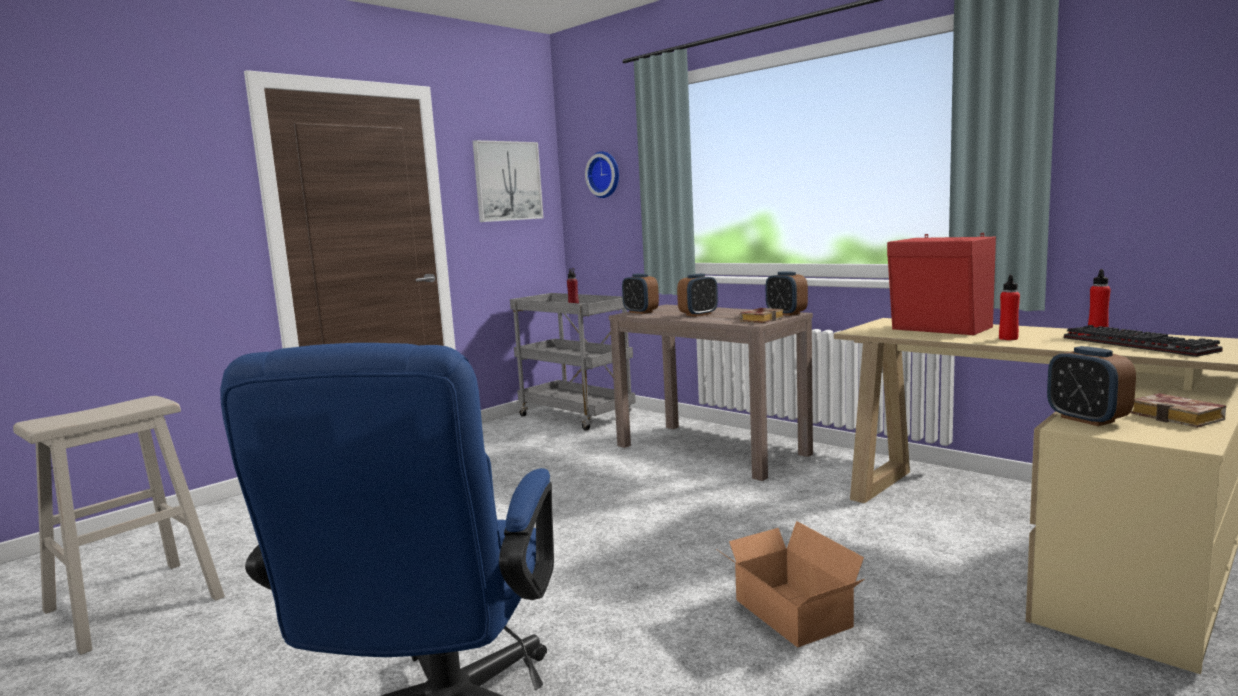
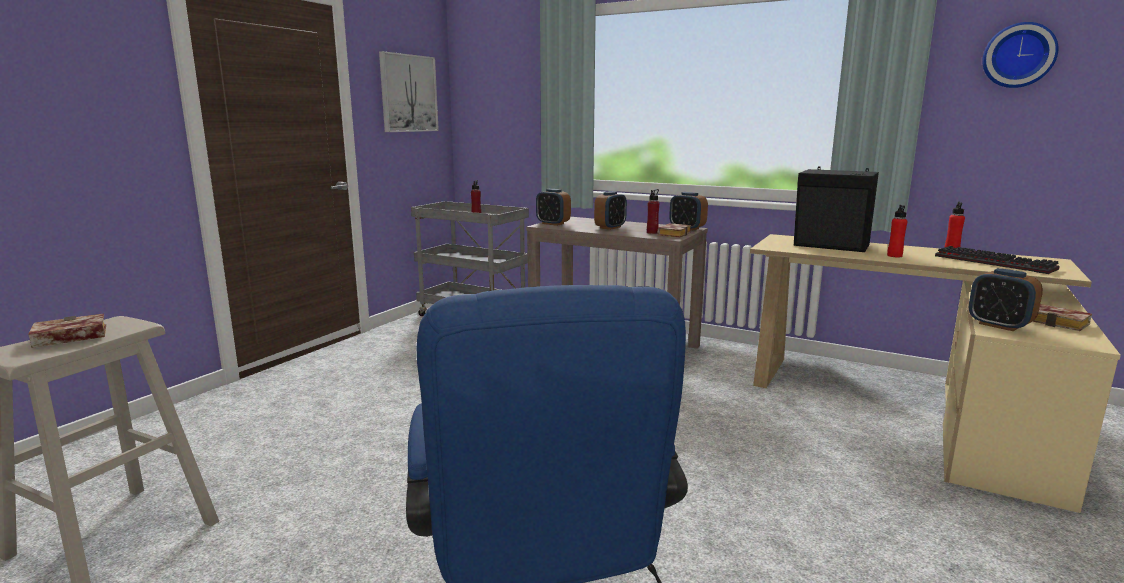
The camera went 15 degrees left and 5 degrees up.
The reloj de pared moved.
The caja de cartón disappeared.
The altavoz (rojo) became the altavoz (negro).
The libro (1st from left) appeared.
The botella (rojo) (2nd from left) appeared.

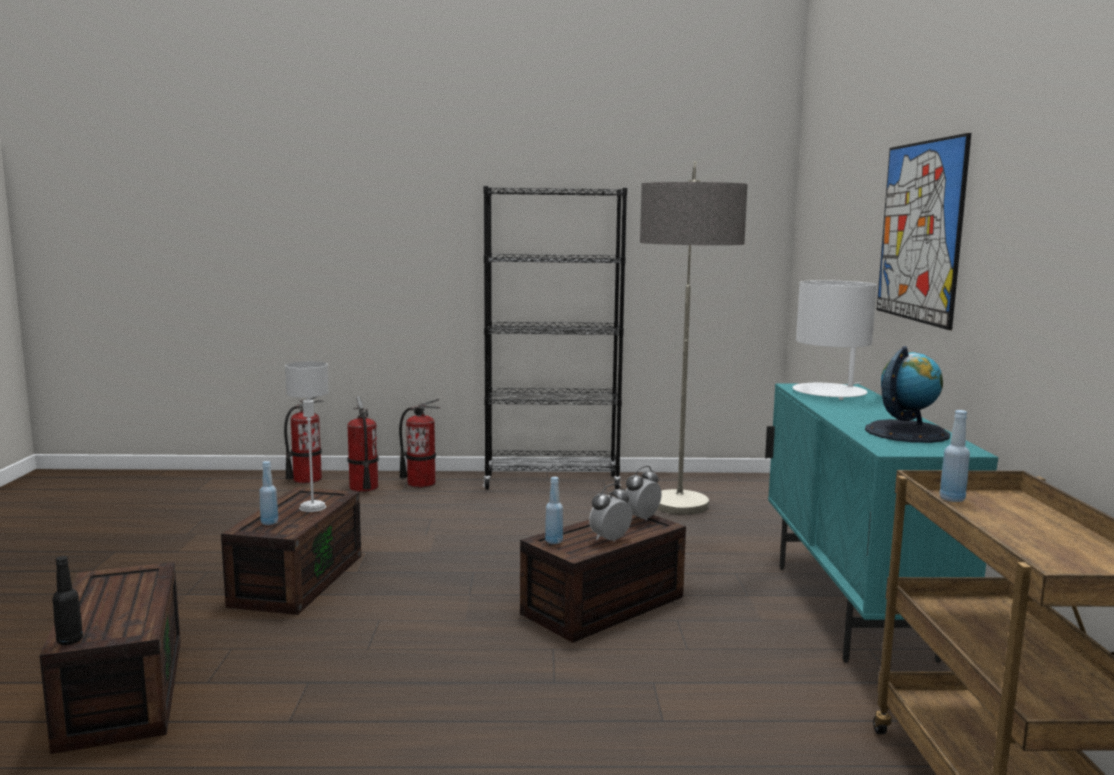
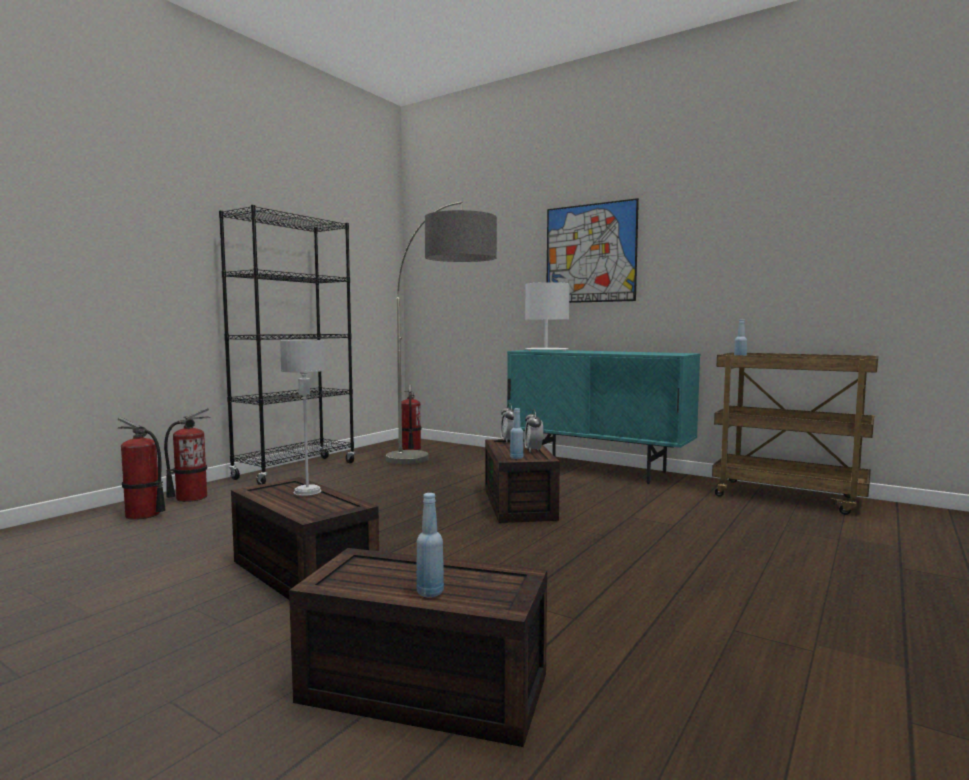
The camera went 55 degrees left and 5 degrees down.
The botella (negro) disappeared.
The botella (azul) (1st from left) moved.
The extintor (1st from left in the first image) moved.
The globo terráqueo disappeared.

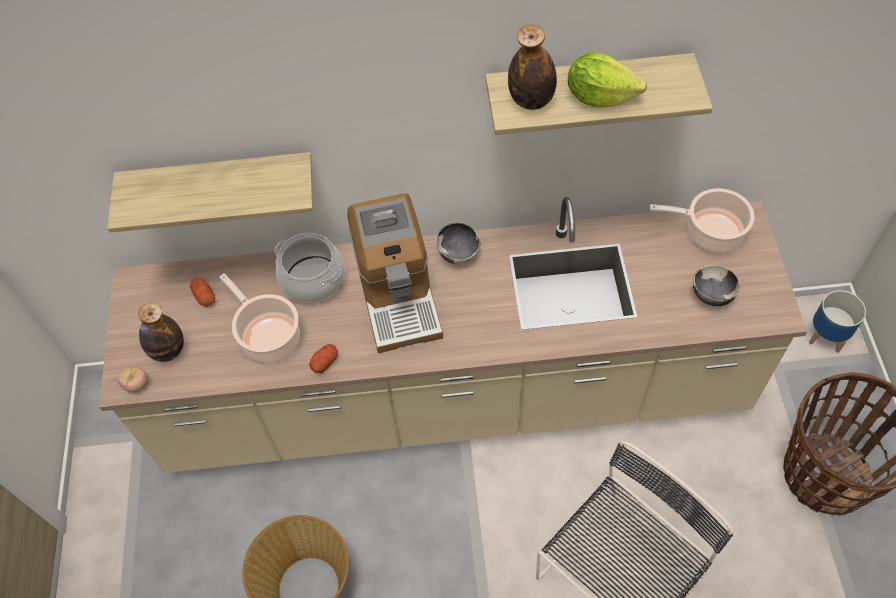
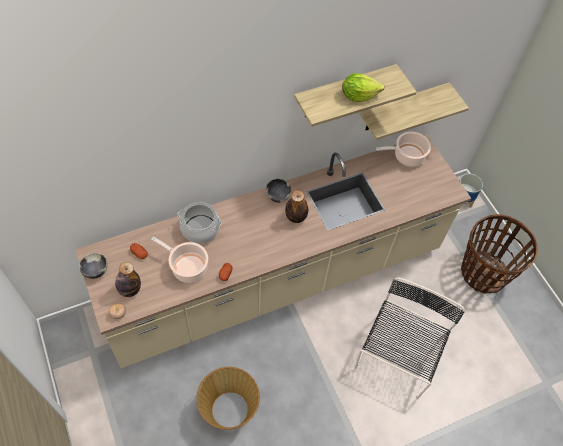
The camera went 25 degrees left and 0 degrees up.
The estante (1st from left in the first image) moved.
The cafetera disappeared.
The botella (2nd from left) moved.
The cuenco (2nd from left in the first image) moved.

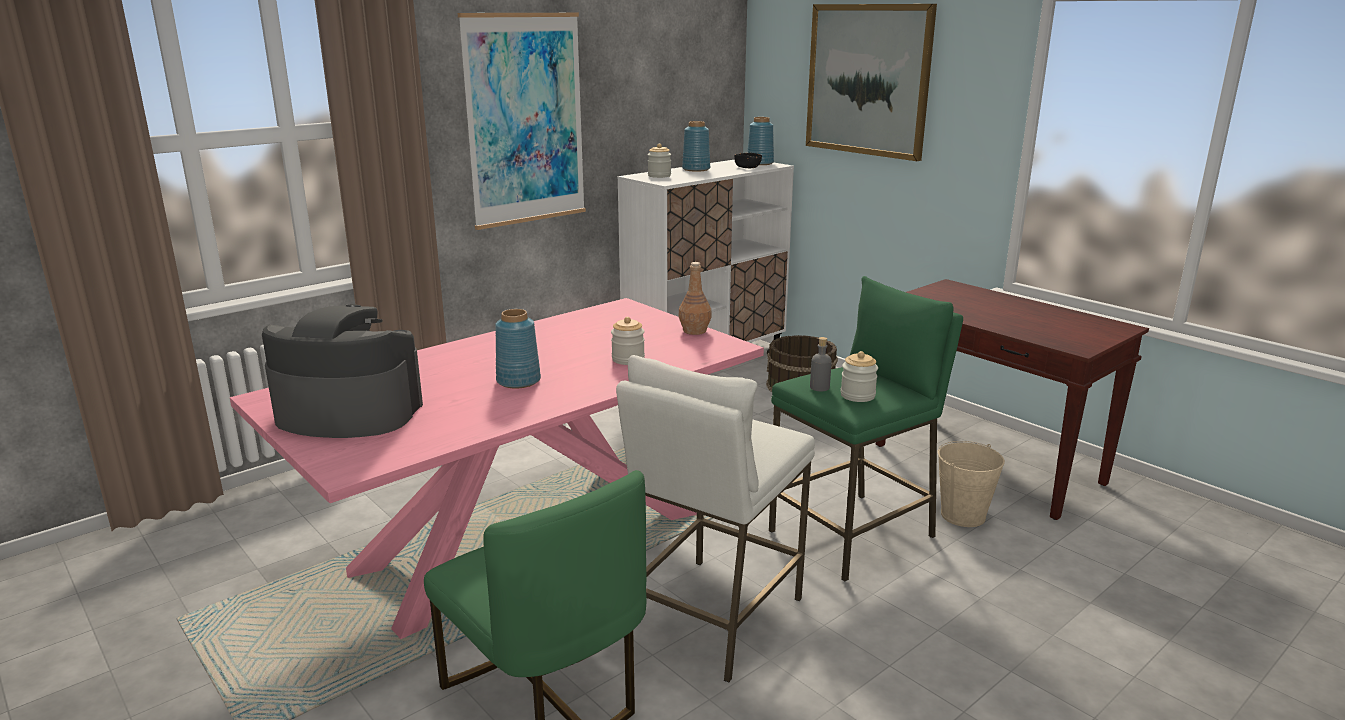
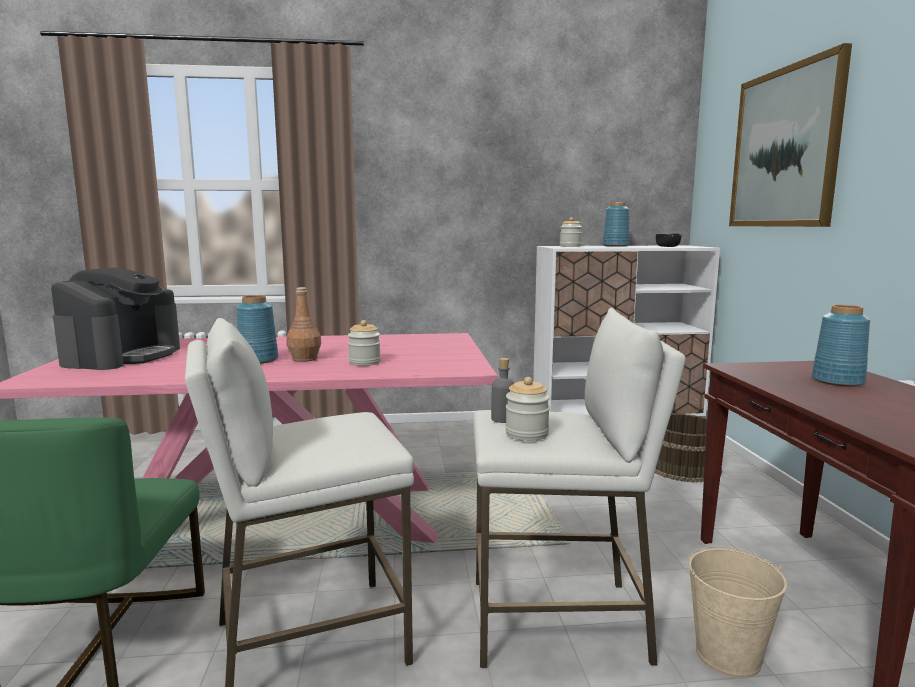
The camera went 35 degrees right and 10 degrees down.
The cafetera turned 60 degrees clockwise.
The cuadro (1st from left) disappeared.
The botella (marrón) moved.
The florero (azul) (3rd from left) moved.
The taburete (verde) became the taburete (blanco) (2nd from left).

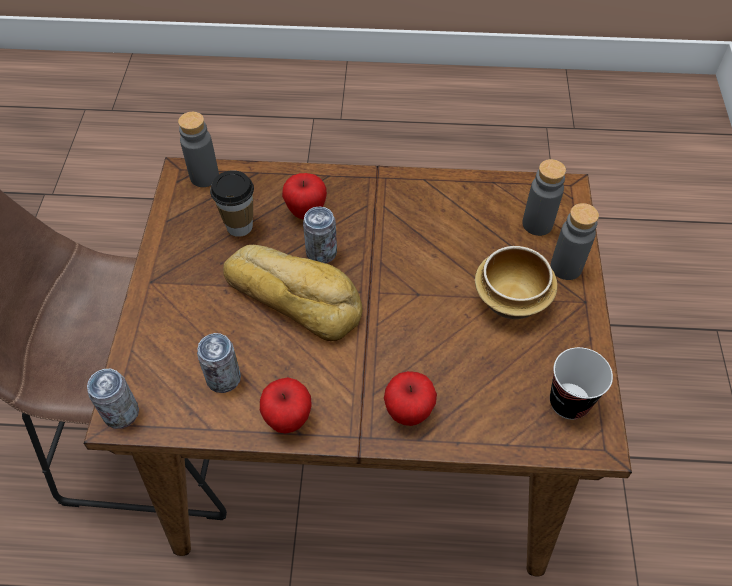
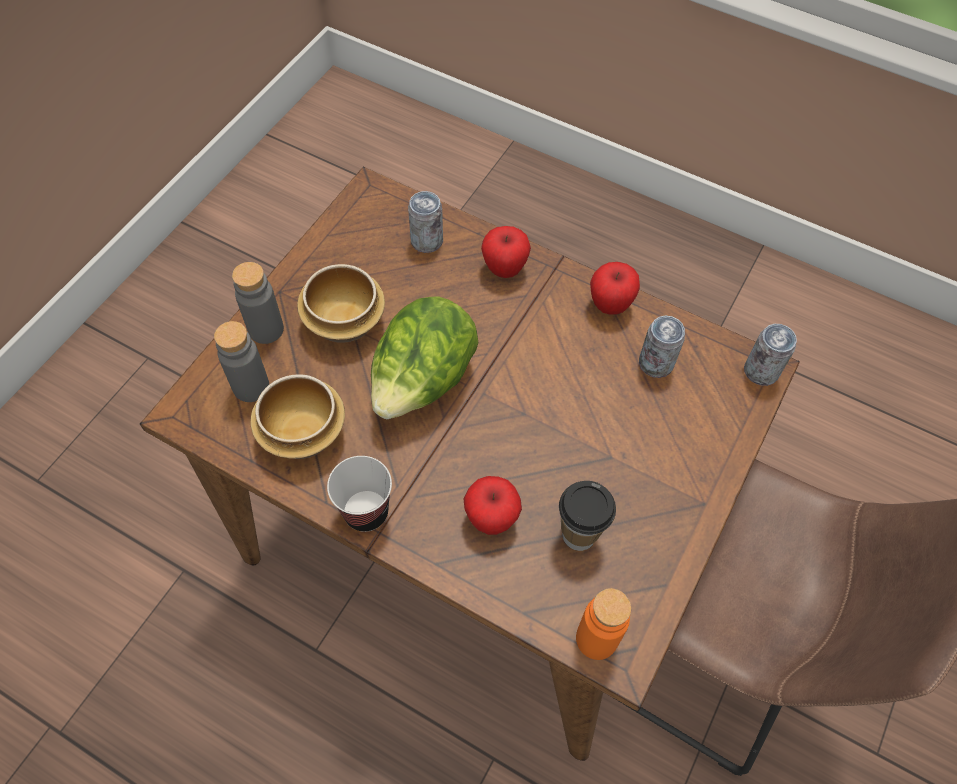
The camera went 155 degrees left and 5 degrees up.
The botella (gris) (1st from left) became the botella (naranja).
The pan disappeared.
The lata (3rd from left in the first image) moved.
The taza (2nd from left in the first image) moved.
The cuenco (1st from left) appeared.
The lechuga appeared.

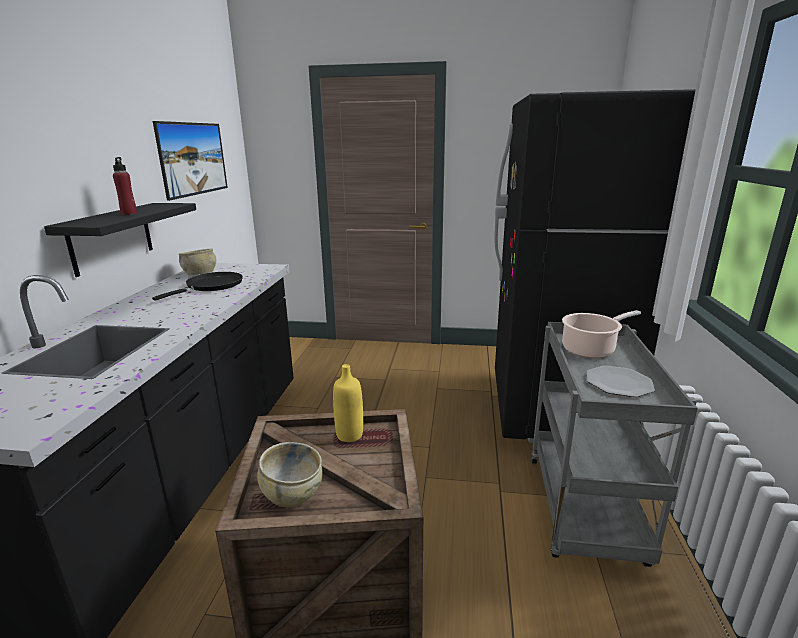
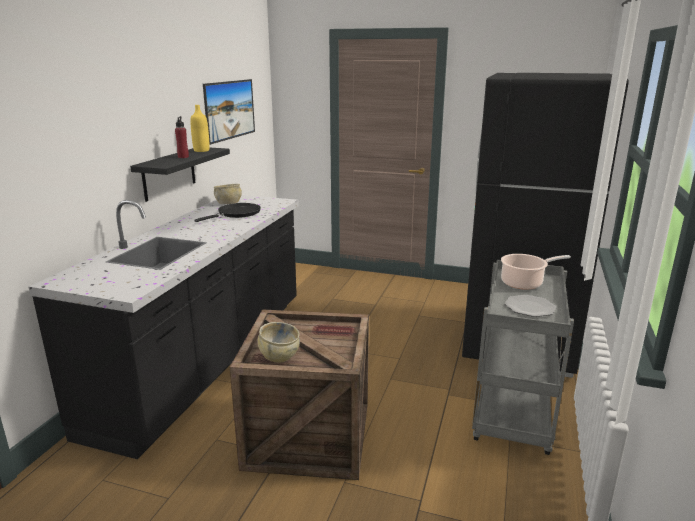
The camera went 10 degrees right and 0 degrees up.
The botella (amarillo) moved.

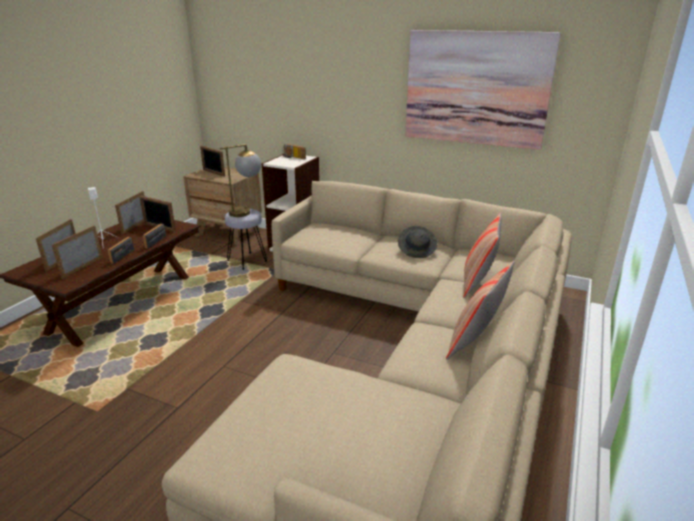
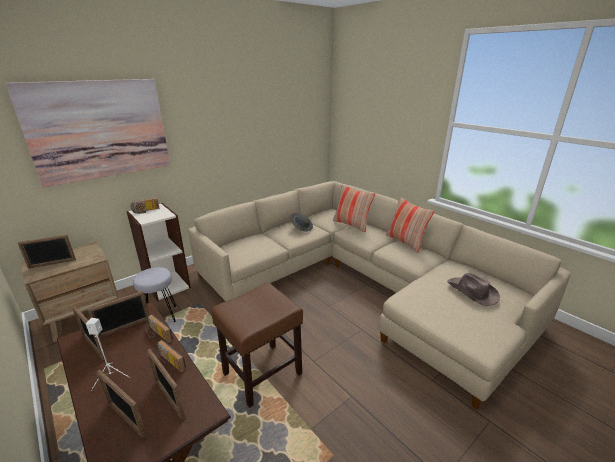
The camera went 65 degrees left and 0 degrees up.
The lámpara de mesa disappeared.
The cuadro moved.
The taburete (marrón) appeared.
The sombrero (marrón) appeared.

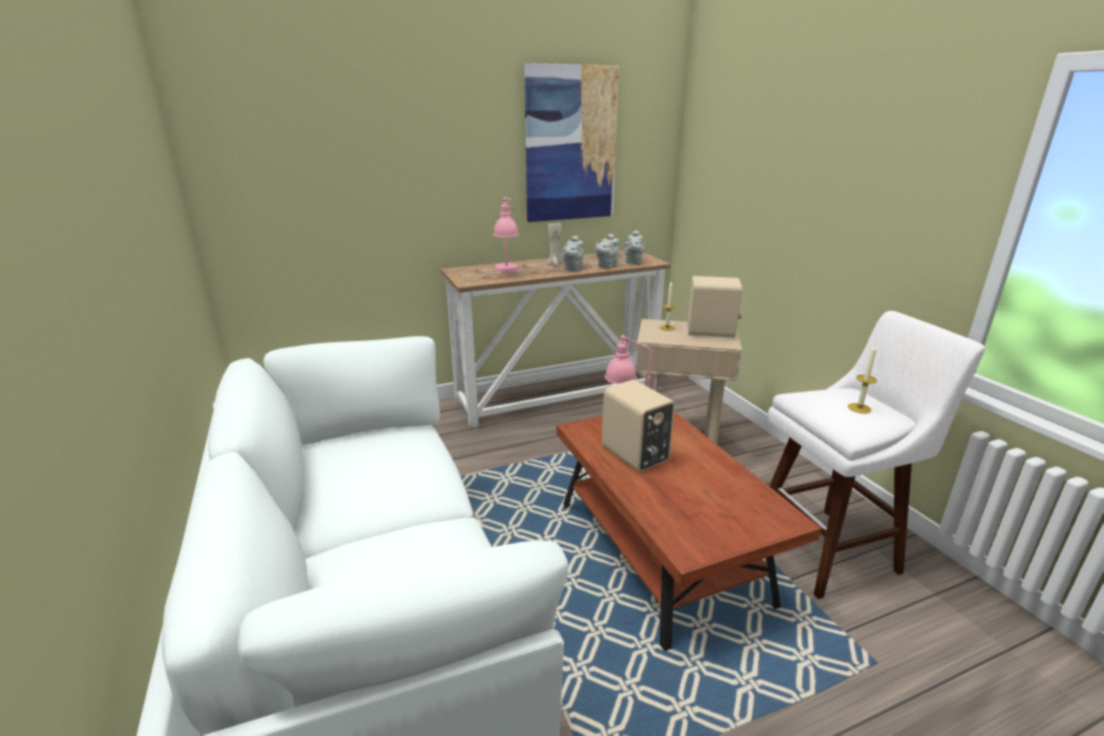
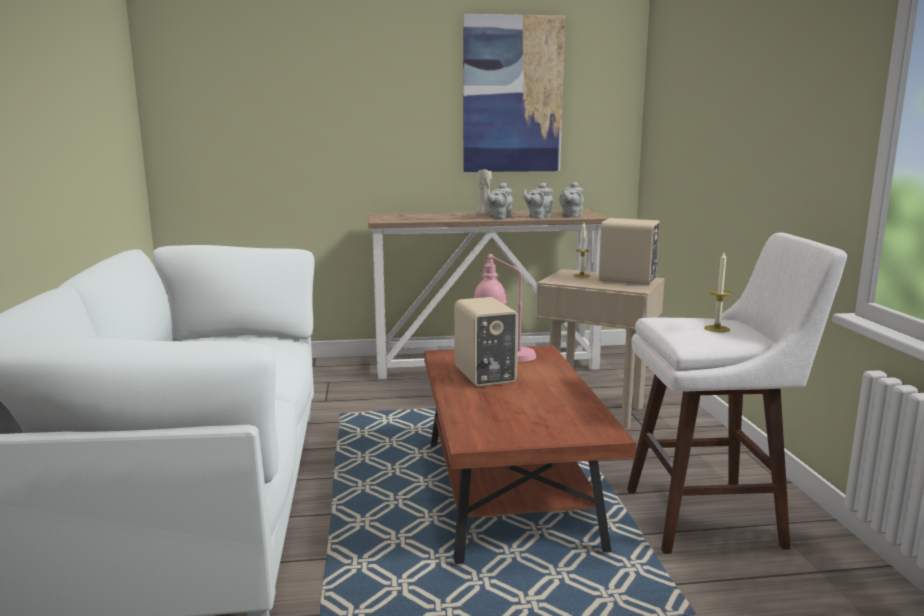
The camera went 15 degrees right and 10 degrees down.
The lámpara de mesa (rosa) (1st from left) disappeared.

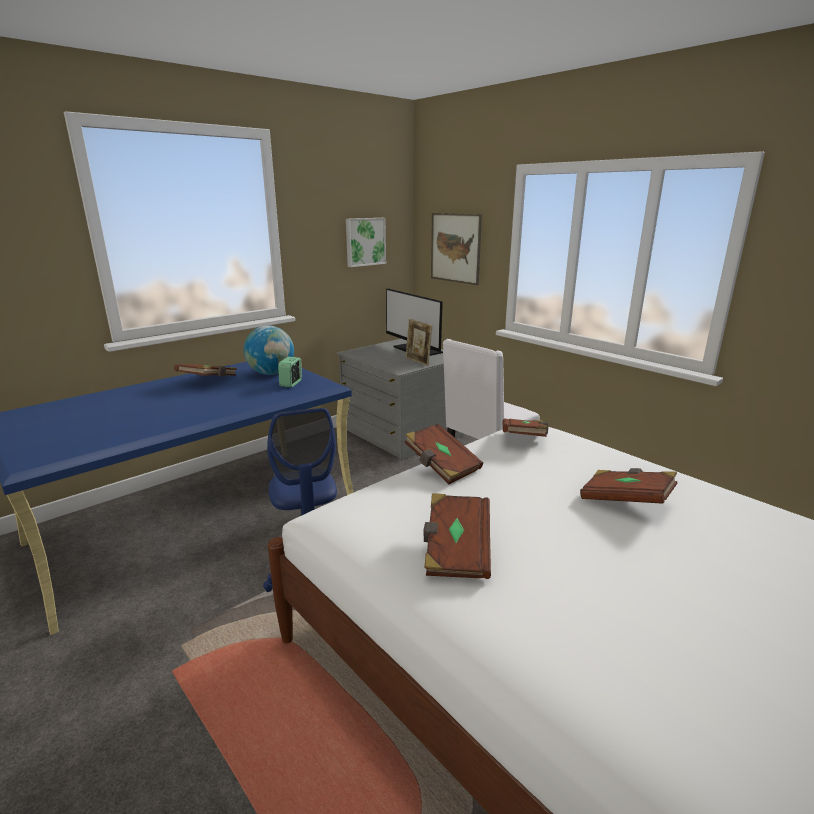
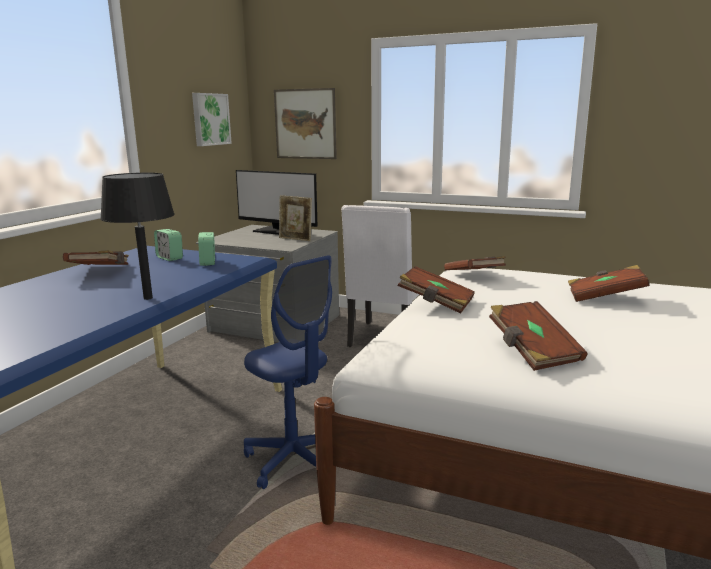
The camera went 25 degrees left and 5 degrees down.
The globo terráqueo was replaced by the despertador (1st from left).
The lámpara de mesa (negro) appeared.

